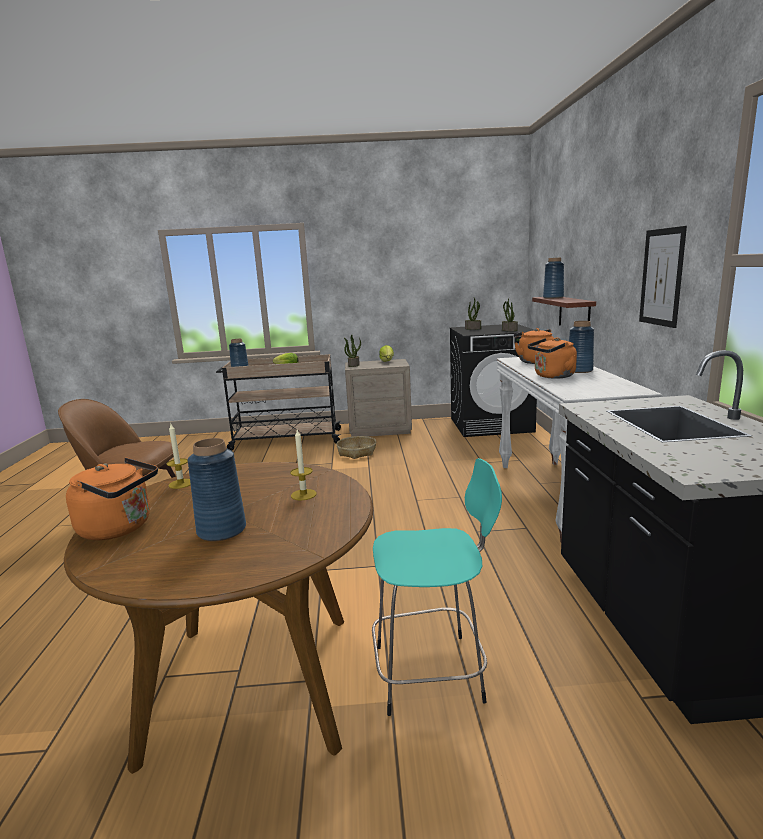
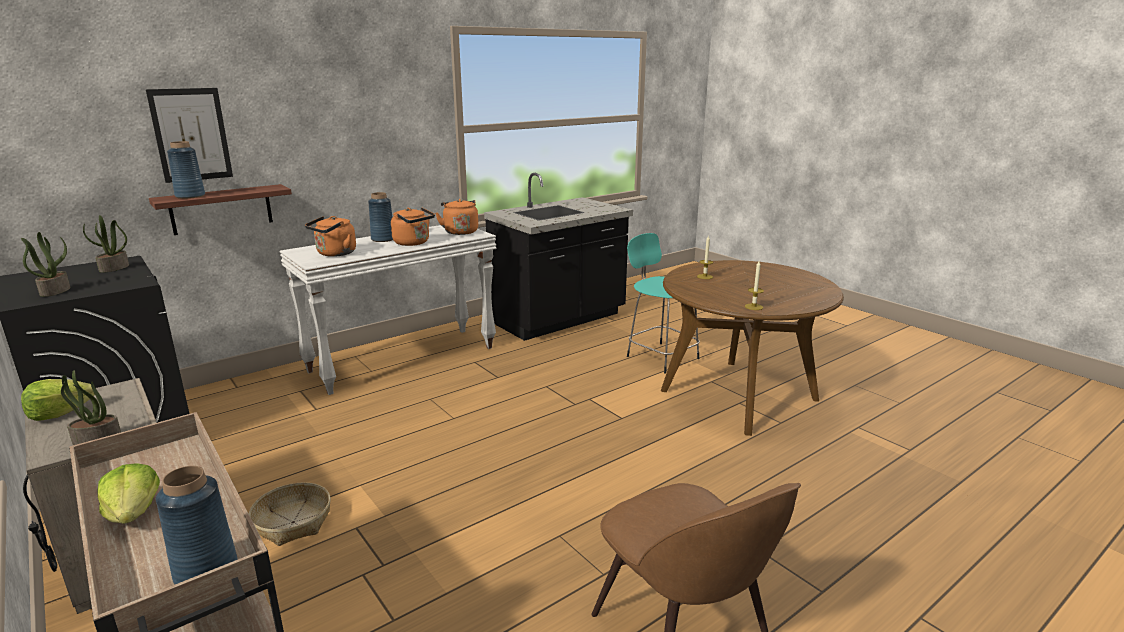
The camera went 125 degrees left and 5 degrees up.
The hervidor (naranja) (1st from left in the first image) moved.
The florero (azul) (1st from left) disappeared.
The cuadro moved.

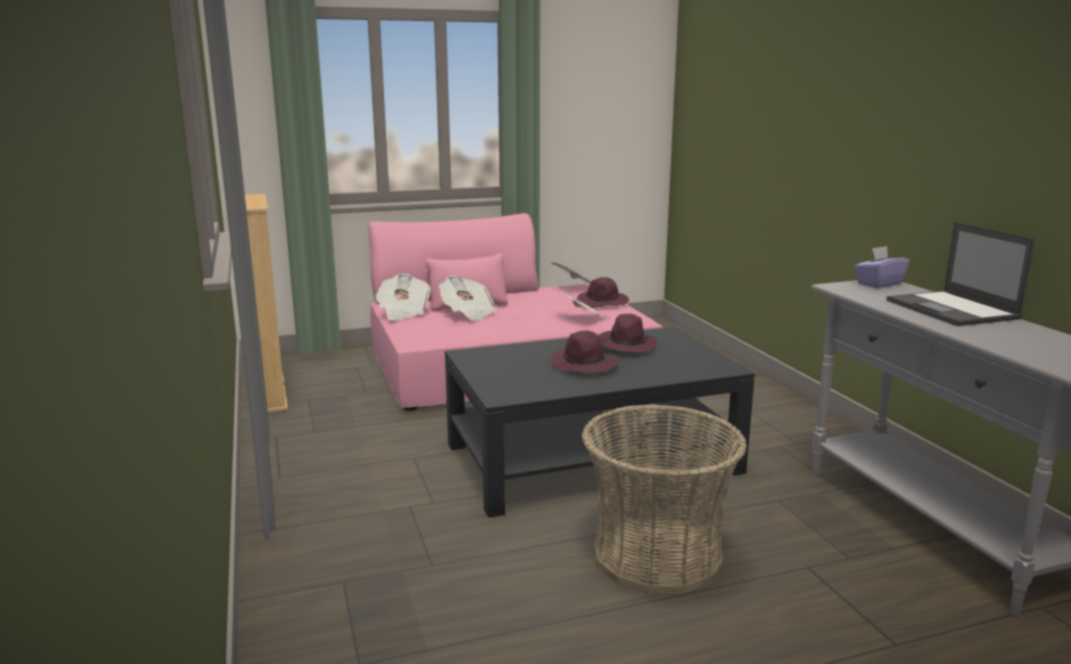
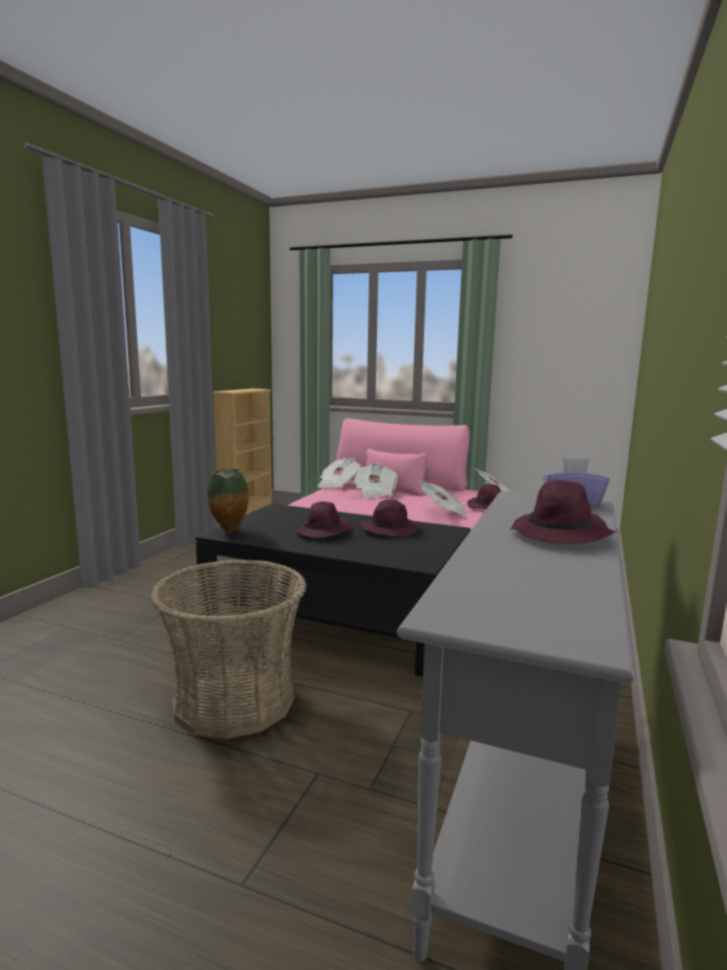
The camera went 40 degrees right and 5 degrees down.
The portátil was replaced by the sombrero (morado) (4th from left).
The florero appeared.

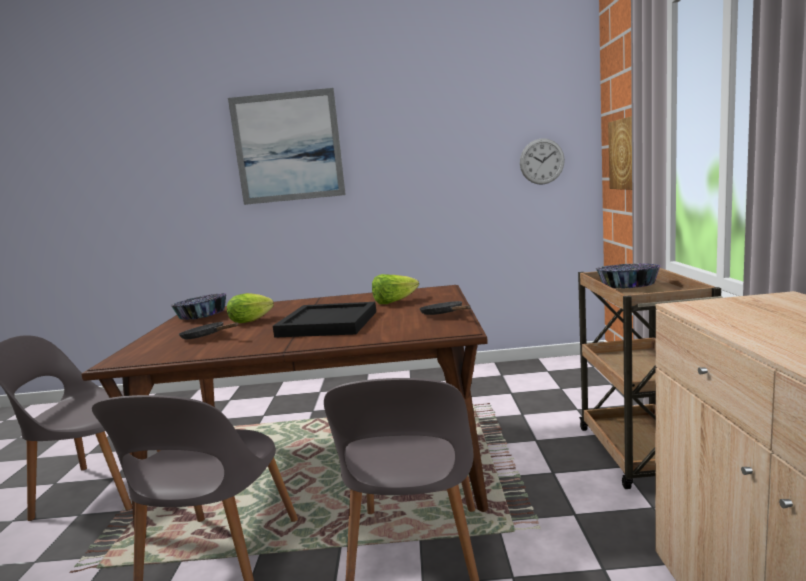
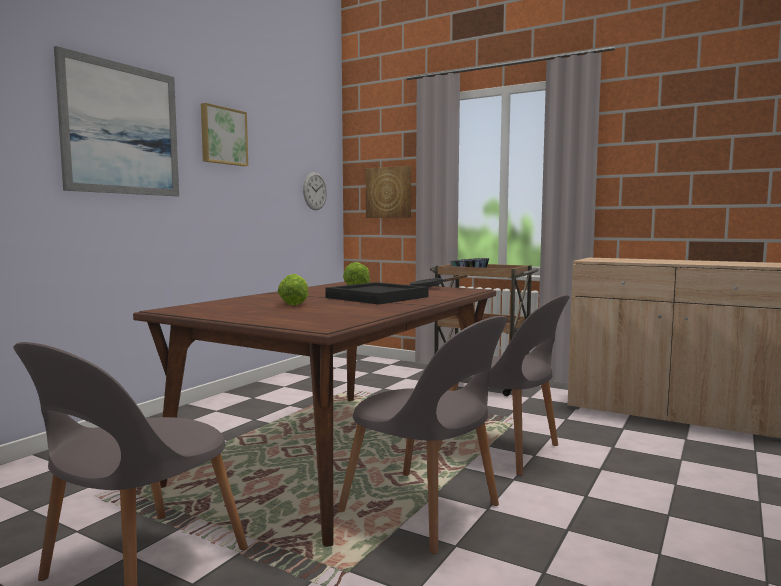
The camera went 60 degrees left and 5 degrees down.
The cuenco (1st from left) disappeared.
The sartén (negro) (1st from left) disappeared.
The cuadro (2nd from left) appeared.

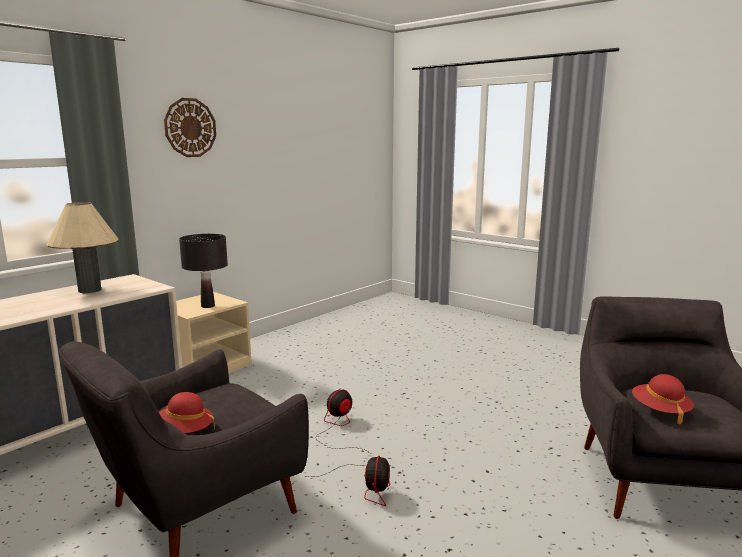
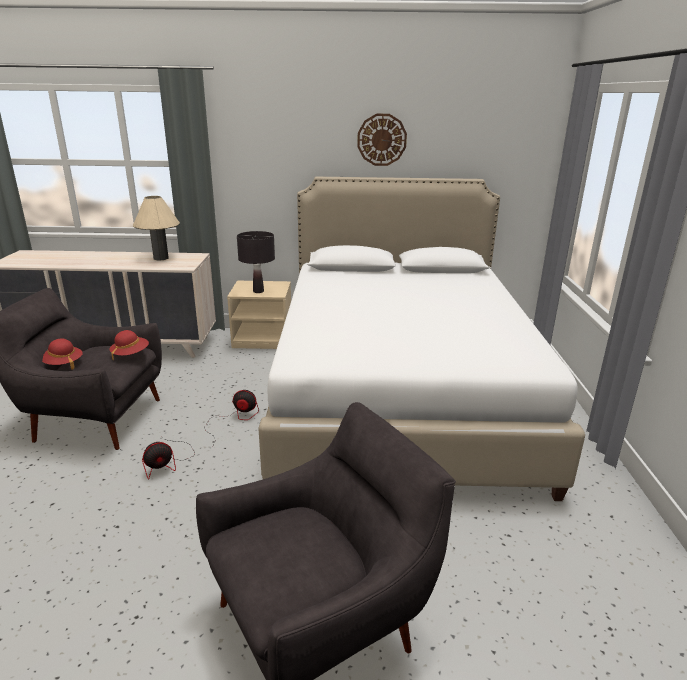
The camera went 50 degrees right and 10 degrees up.
The reloj de pared moved.
The sombrero (rojo) (2nd from left) moved.
The cama (blanco) appeared.

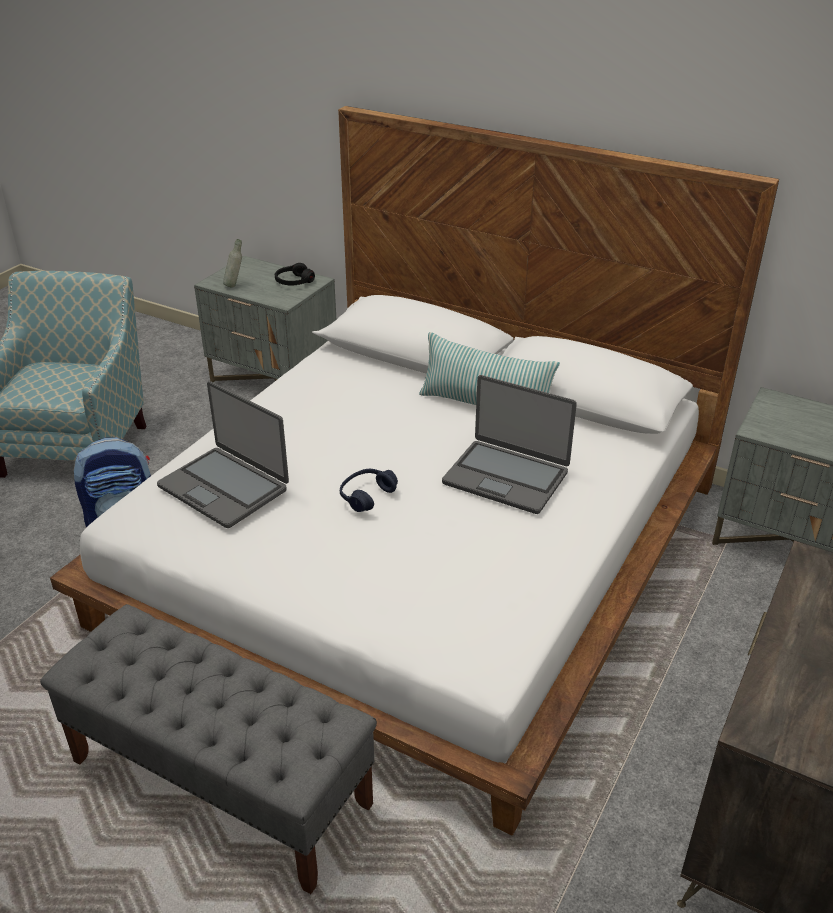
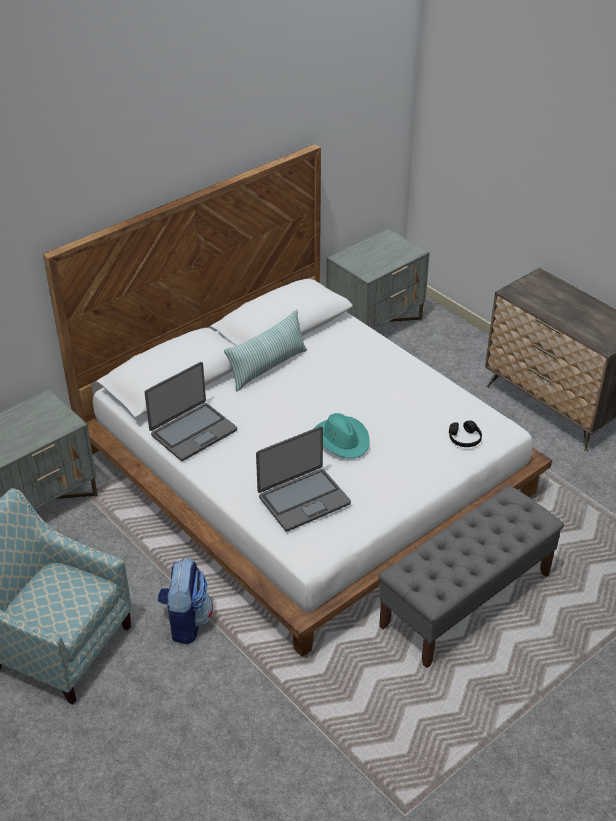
The camera went 70 degrees left and 5 degrees up.
The botella (gris) disappeared.
The auriculares (negro) moved.
The auriculares (azul) was replaced by the sombrero (turquesa).
The portátil (2nd from left in the first image) moved.

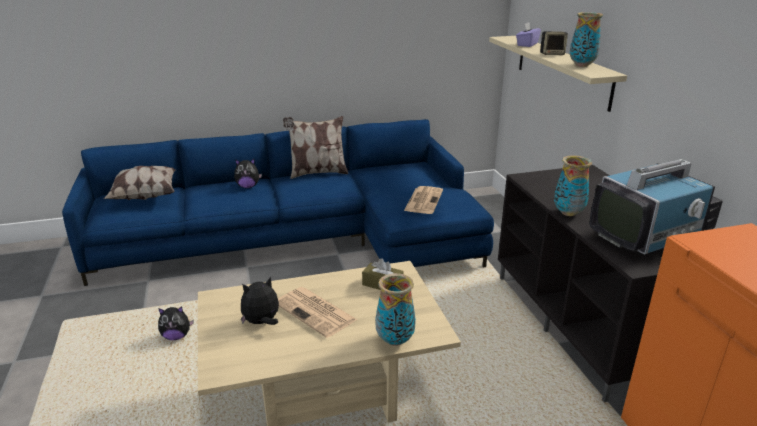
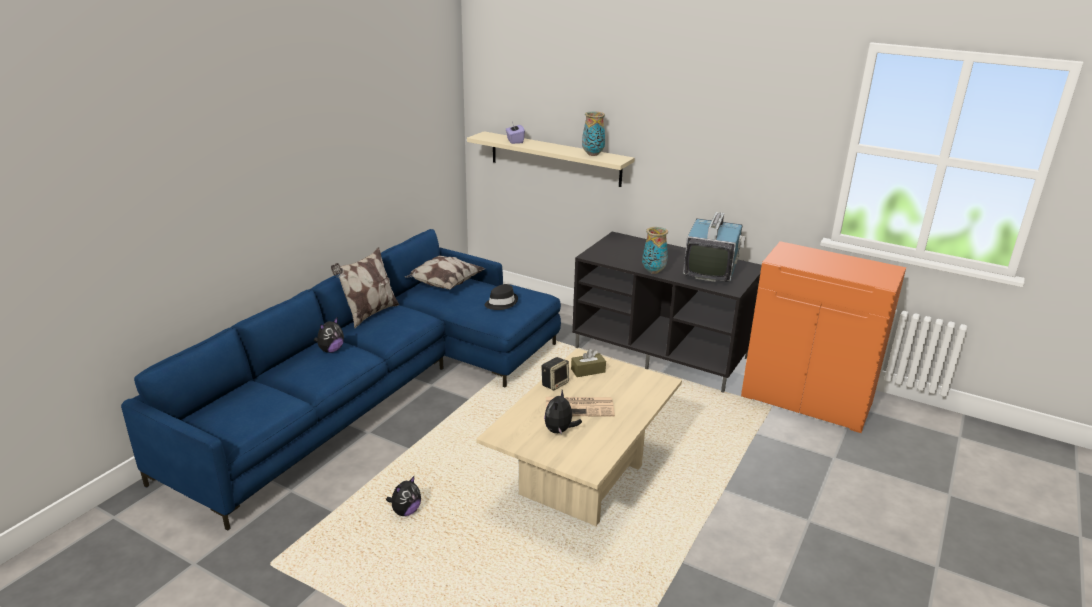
The camera went 45 degrees left and 0 degrees up.
The cojín (1st from left in the first image) moved.
The florero (1st from left) disappeared.
The periódico (2nd from left) was replaced by the sombrero (negro).
The altavoz moved.

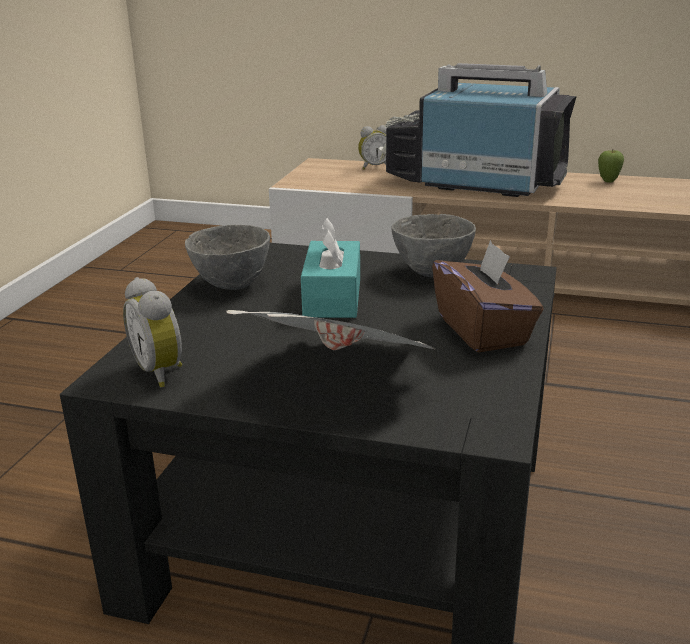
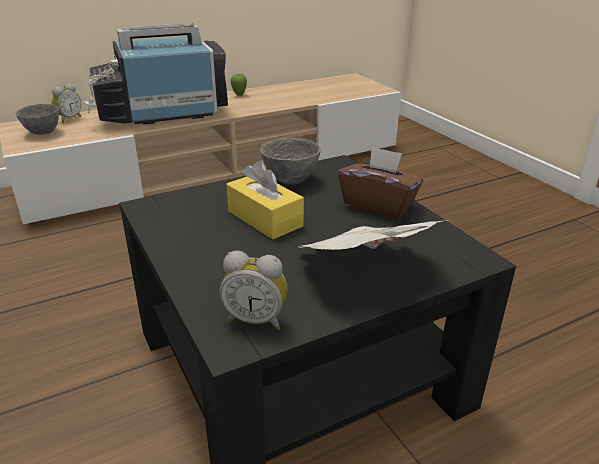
The camera went 45 degrees left and 5 degrees up.
The cuenco (gris) (1st from left) moved.
The caja de pañuelos (turquesa) became the caja de pañuelos (amarillo).

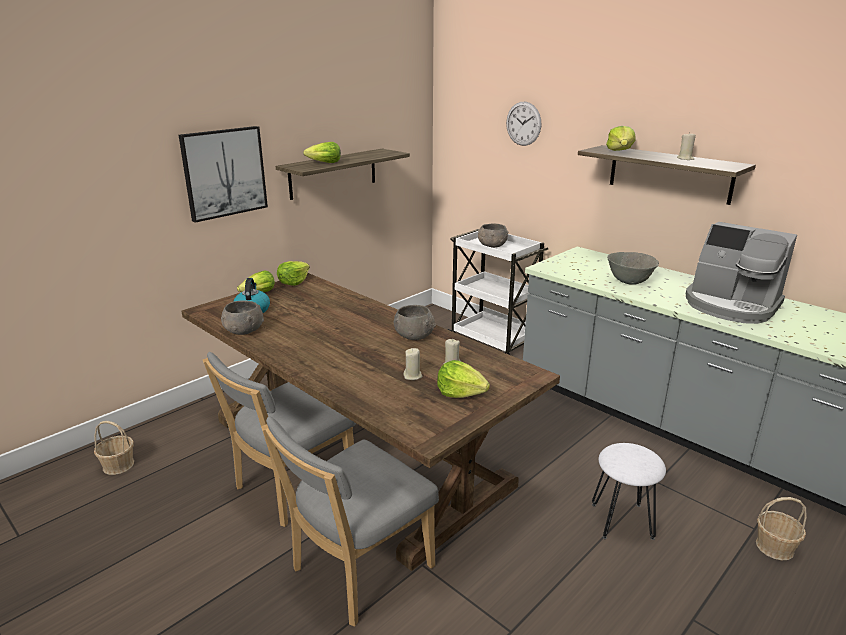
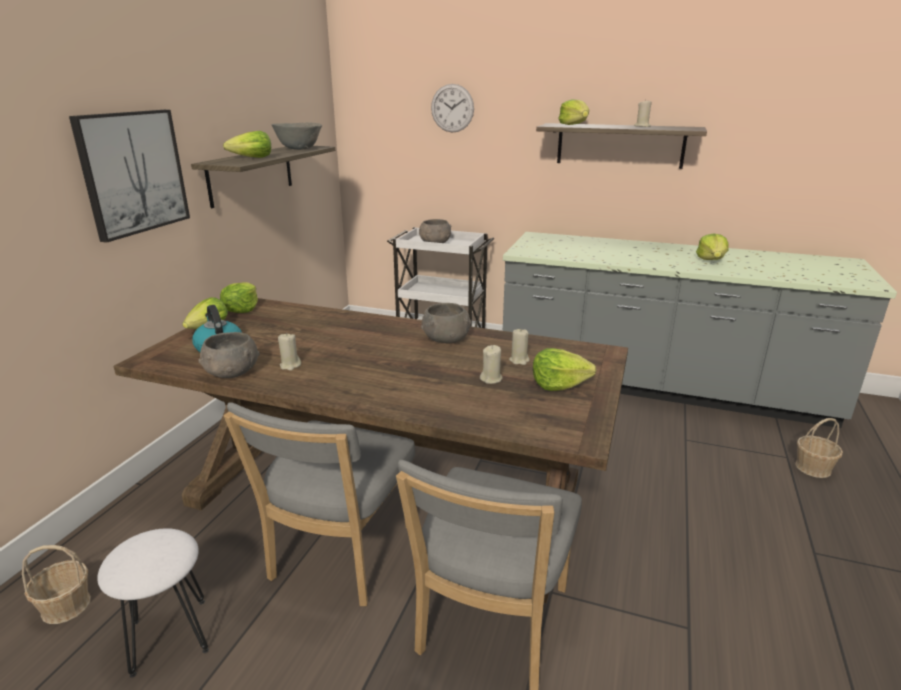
The camera went 25 degrees left and 0 degrees up.
The taburete (blanco) moved.
The cuenco (gris) (4th from left in the first image) moved.
The cafetera was replaced by the lechuga (6th from left).
The vela (beis) (1st from left) appeared.

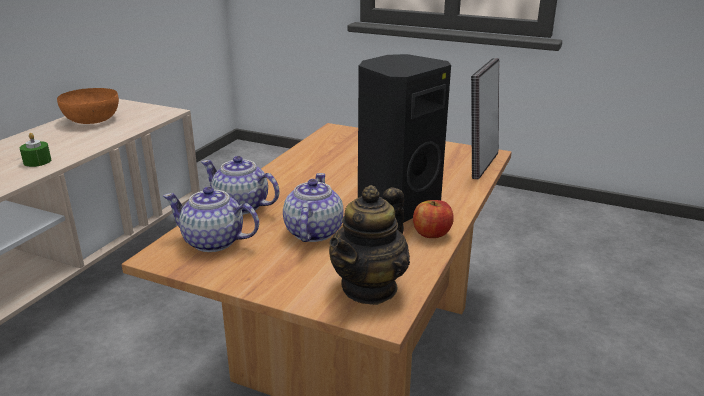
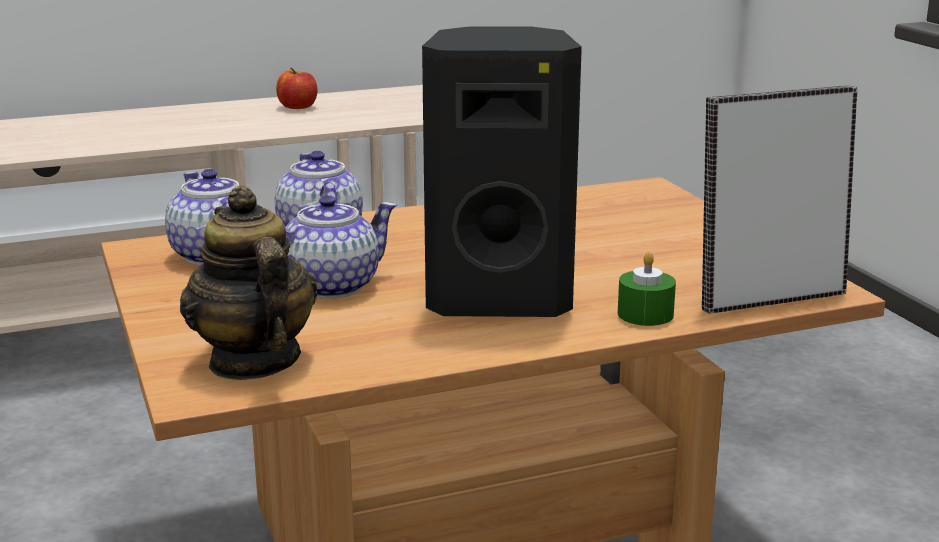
The camera went 45 degrees right and 5 degrees down.
The vela (verde) moved.
The cuenco (naranja) disappeared.
The tetera (4th from left in the first image) turned 75 degrees clockwise.
The manzana moved.

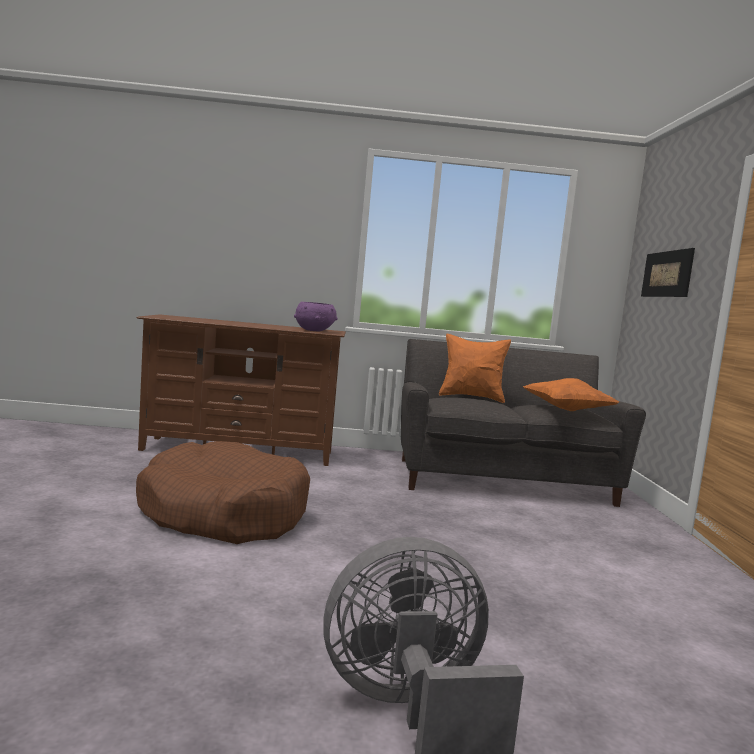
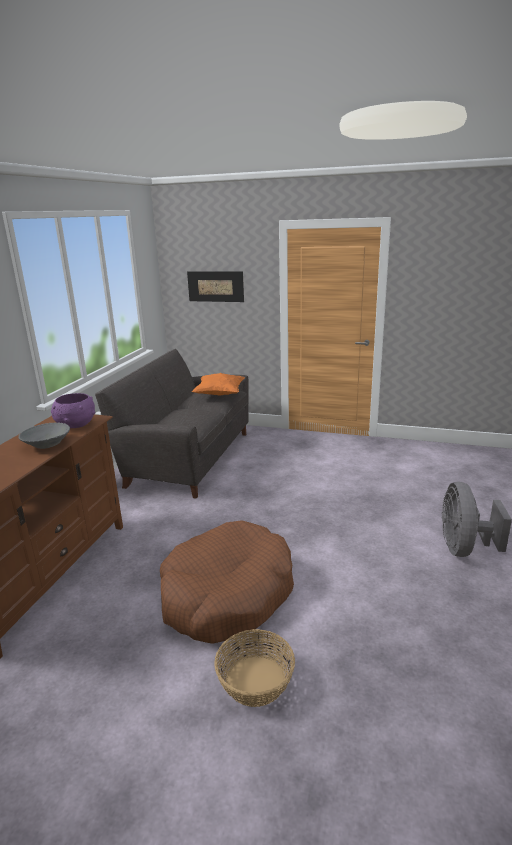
The camera went 70 degrees left and 15 degrees up.
The cojín (naranja) (1st from left) disappeared.
The cuenco (gris) appeared.
The cesta appeared.

